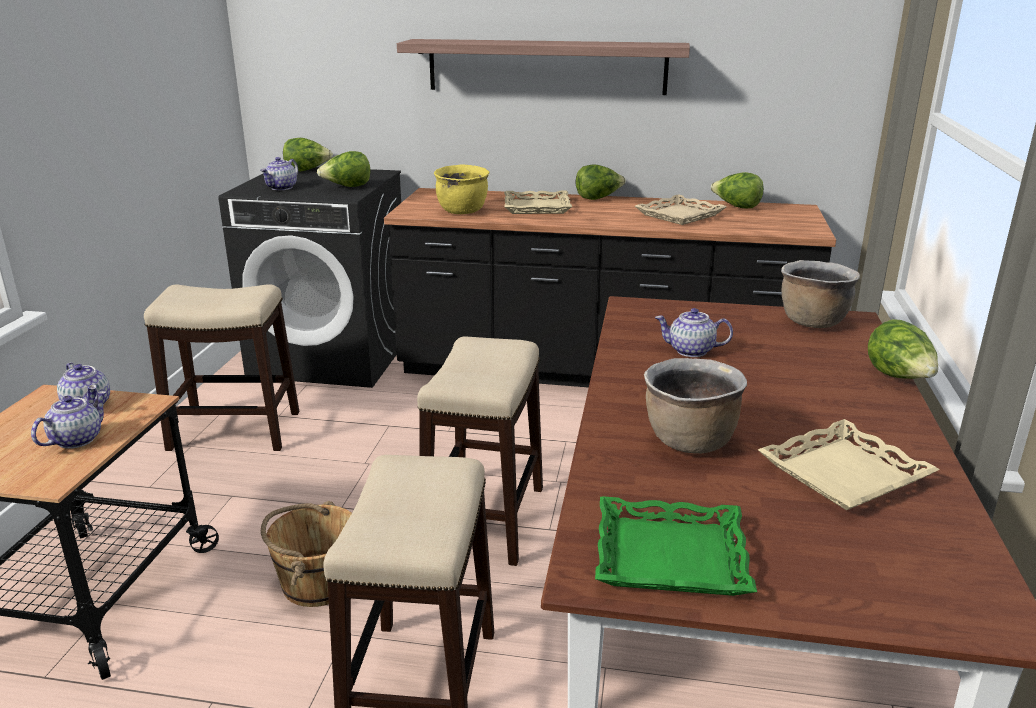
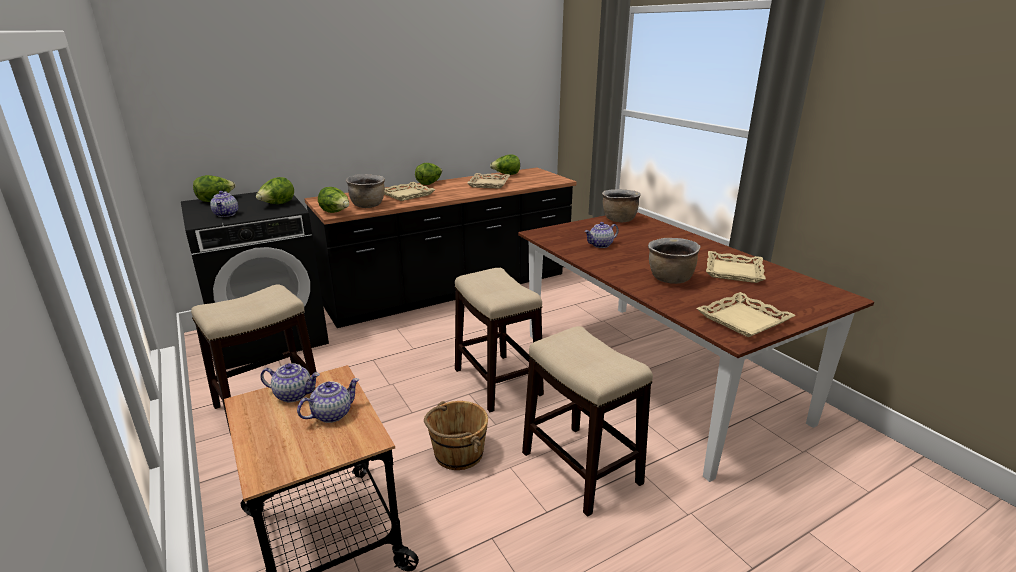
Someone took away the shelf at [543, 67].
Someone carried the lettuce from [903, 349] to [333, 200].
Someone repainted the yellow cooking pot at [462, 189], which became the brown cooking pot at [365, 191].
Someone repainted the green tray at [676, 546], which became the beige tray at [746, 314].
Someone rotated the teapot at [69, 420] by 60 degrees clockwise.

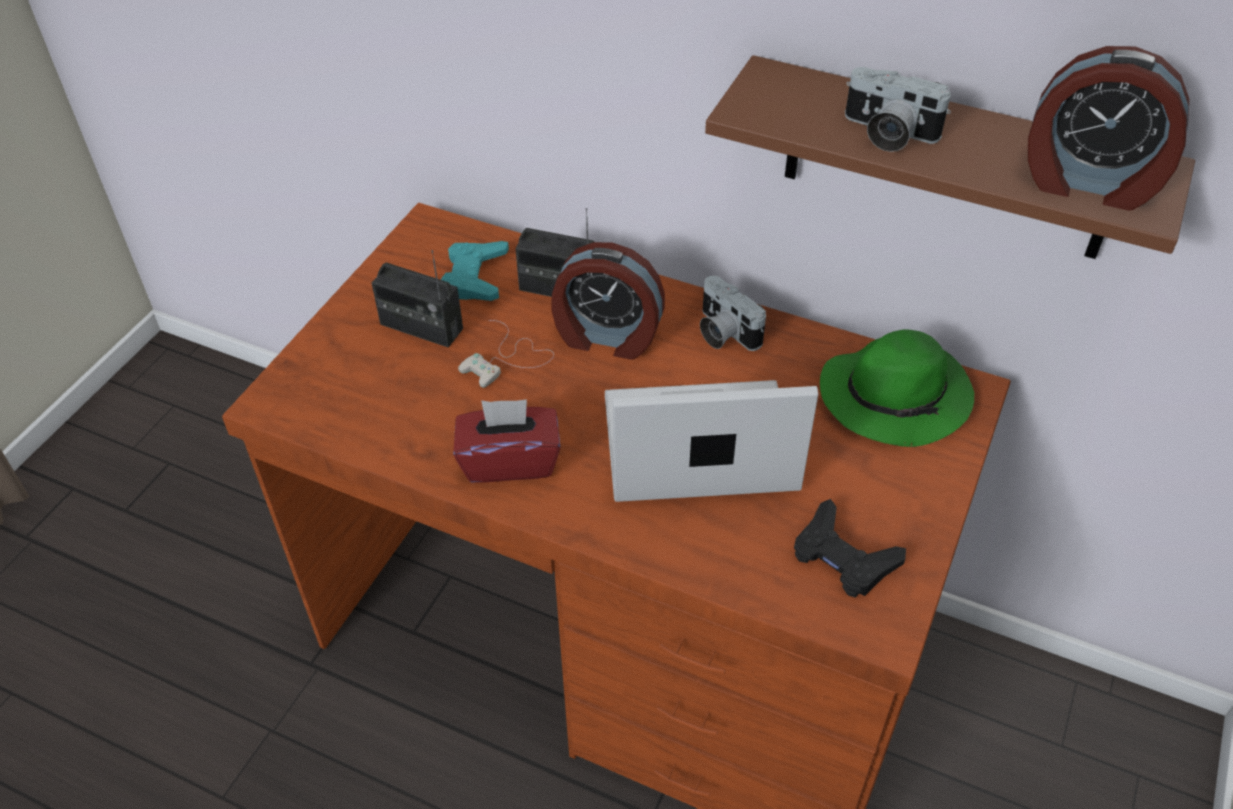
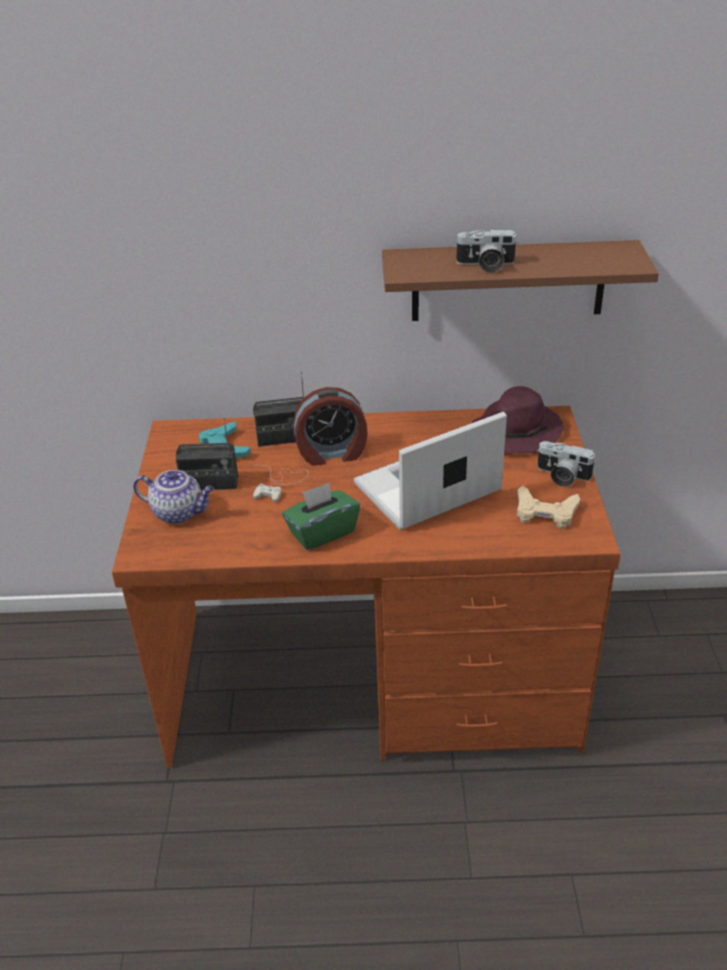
Someone took away the alarm clock at [1108, 128].
Someone put down the teapot at [173, 497].
Someone carried the photo camera from [733, 313] to [566, 464].
Someone repainted the red tissue box at [506, 441], which became the green tissue box at [321, 516].
Someone repainted the black game controller at [850, 548], which became the beige game controller at [548, 507].
Someone repainted the green hat at [897, 388], which became the purple hat at [518, 419].

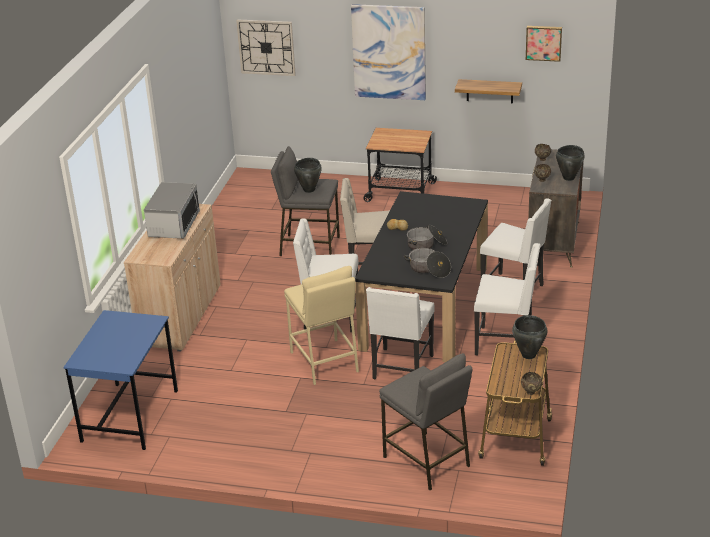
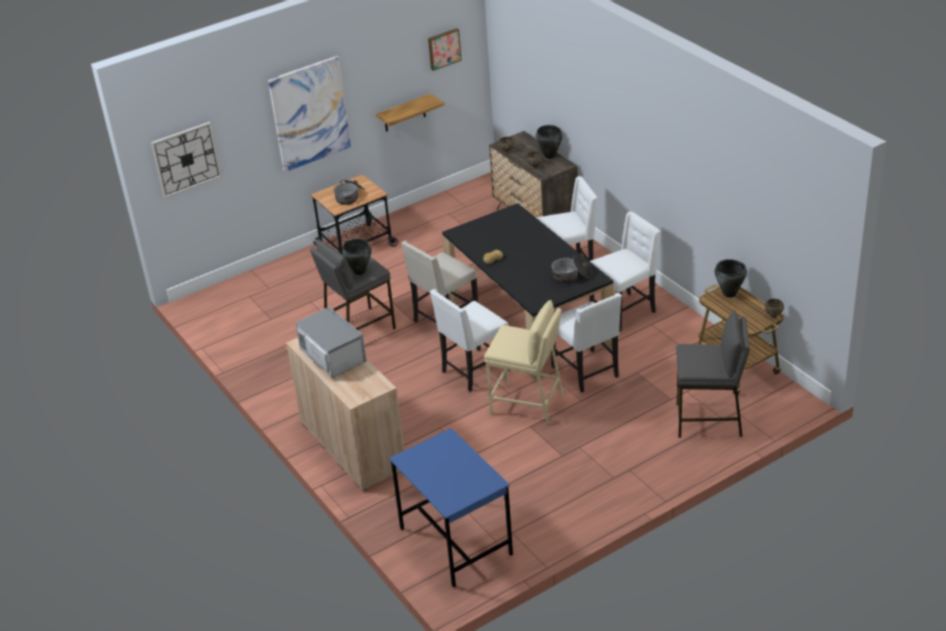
Someone carried the cooking pot from [427, 237] to [349, 192].

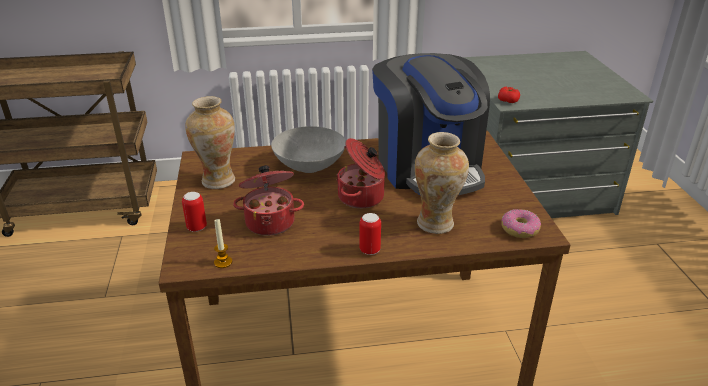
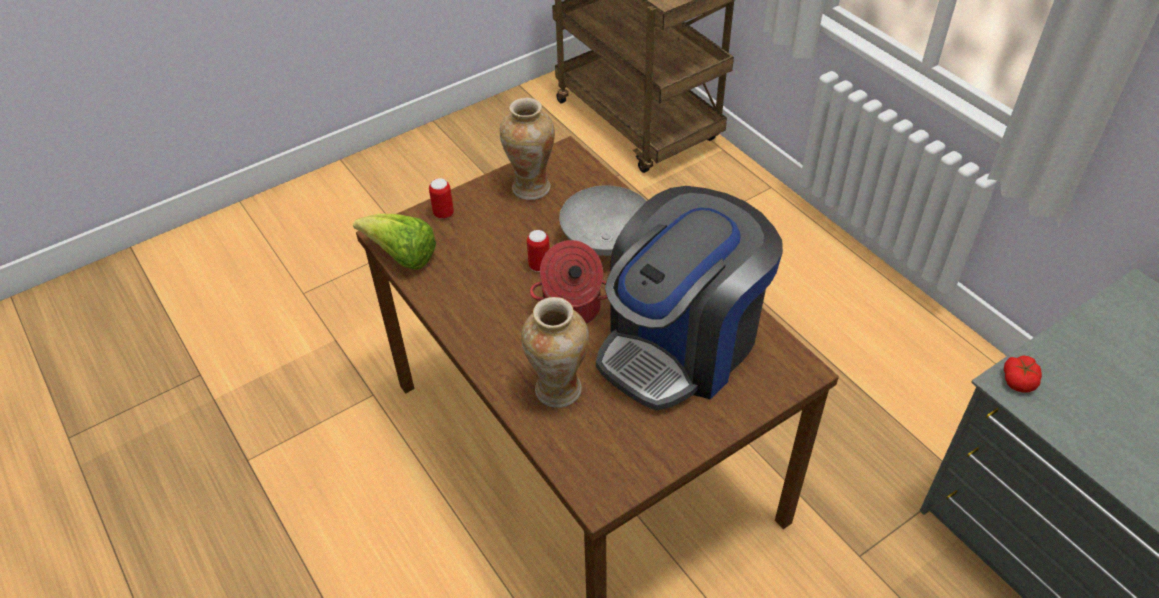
Someone took away the cooking pot at [268, 200].
Someone took away the donut at [521, 223].
Someone carried the can from [370, 234] to [538, 251].
Someone swapped the candle at [223, 243] for the lettuce at [394, 242].

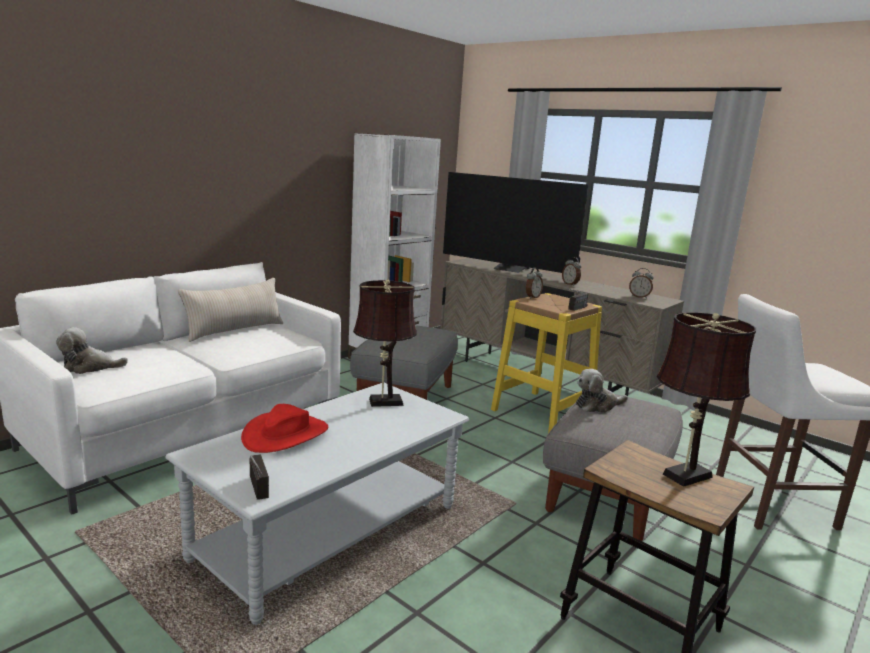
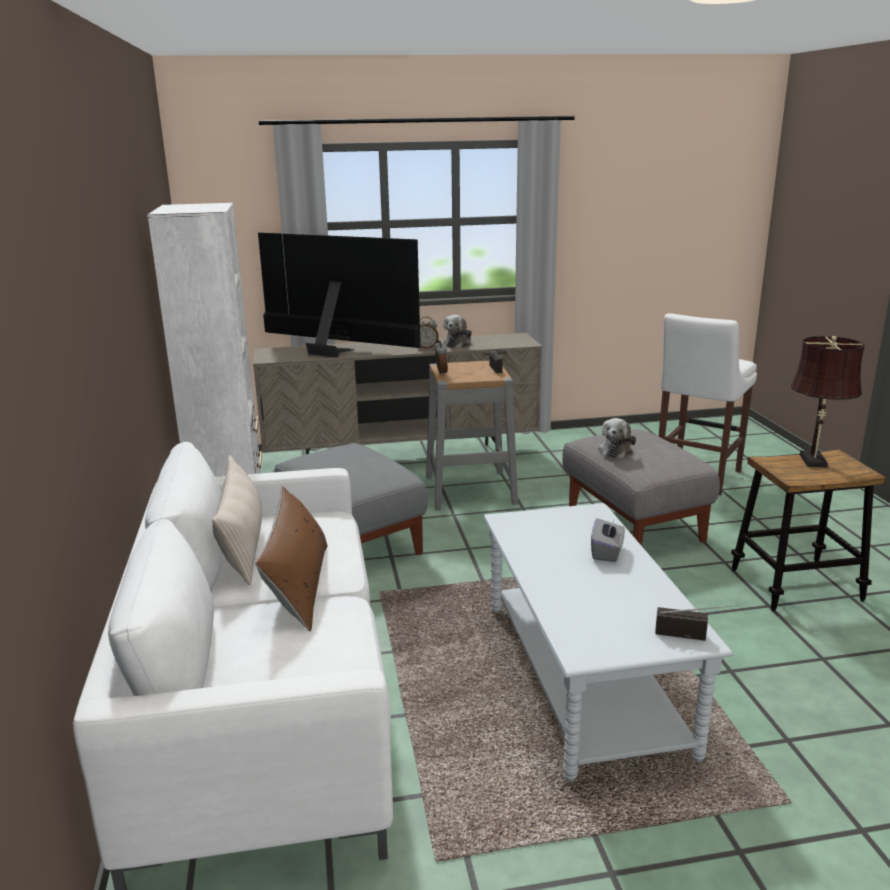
Someone took away the red hat at [284, 428].
Someone took away the brown table lamp at [385, 343].
Someone took away the alarm clock at [641, 283].
Someone put down the brown pillow at [291, 559].
Someone put down the grey tissue box at [608, 539].
Someone carried the plush toy from [92, 350] to [457, 331].
Someone repainted the yellow stool at [546, 363], which became the grey stool at [472, 435].
Someone rotated the television at [515, 222] by 135 degrees counterclockwise.

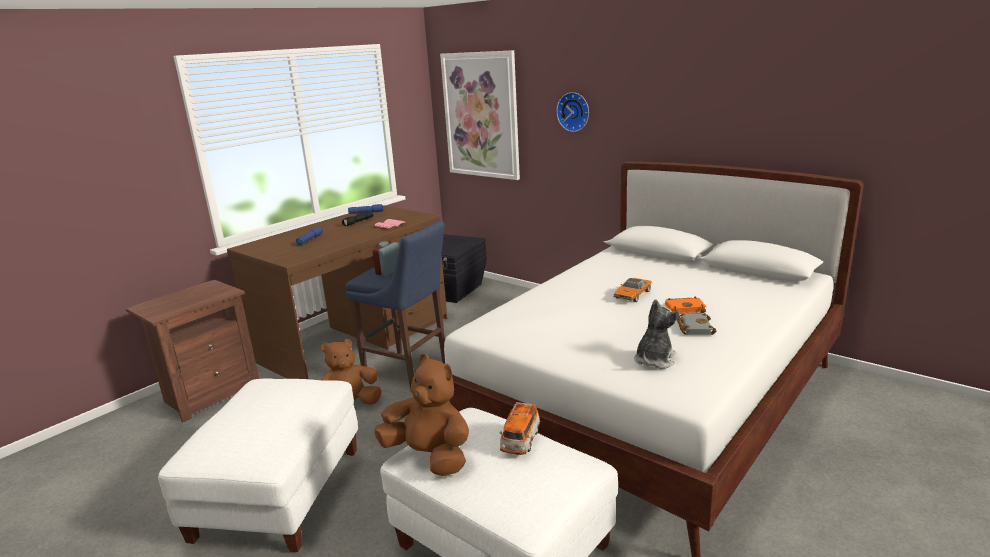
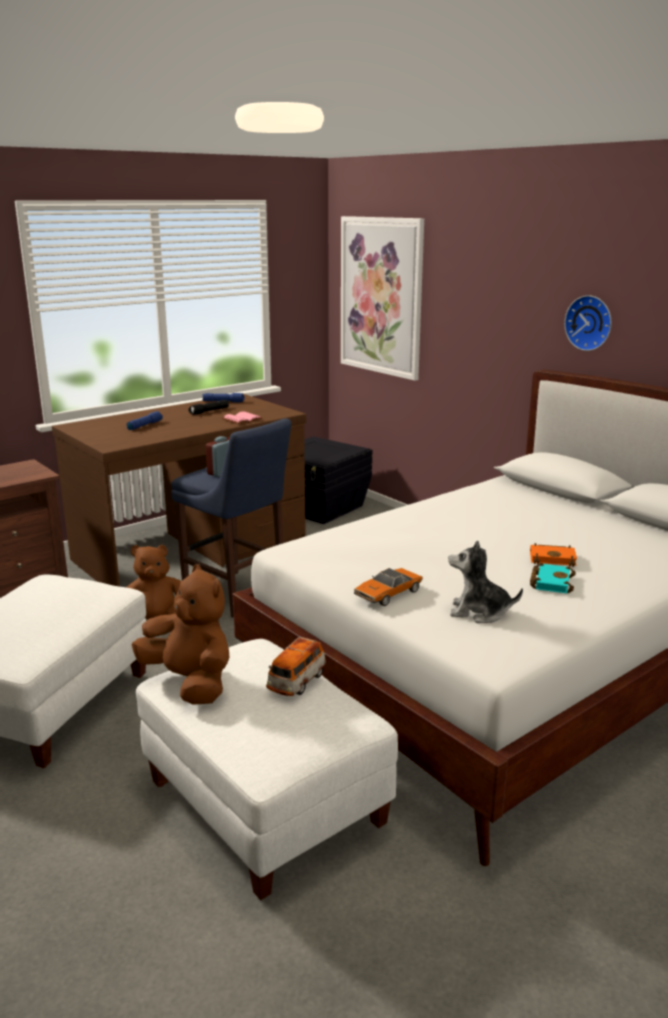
Someone carried the wall clock from [572, 112] to [588, 323].
Someone carried the toy car from [632, 290] to [388, 587].
Someone repainted the grey book at [697, 324], which became the turquoise book at [553, 578].
Someone rotated the plush toy at [656, 334] by 120 degrees counterclockwise.

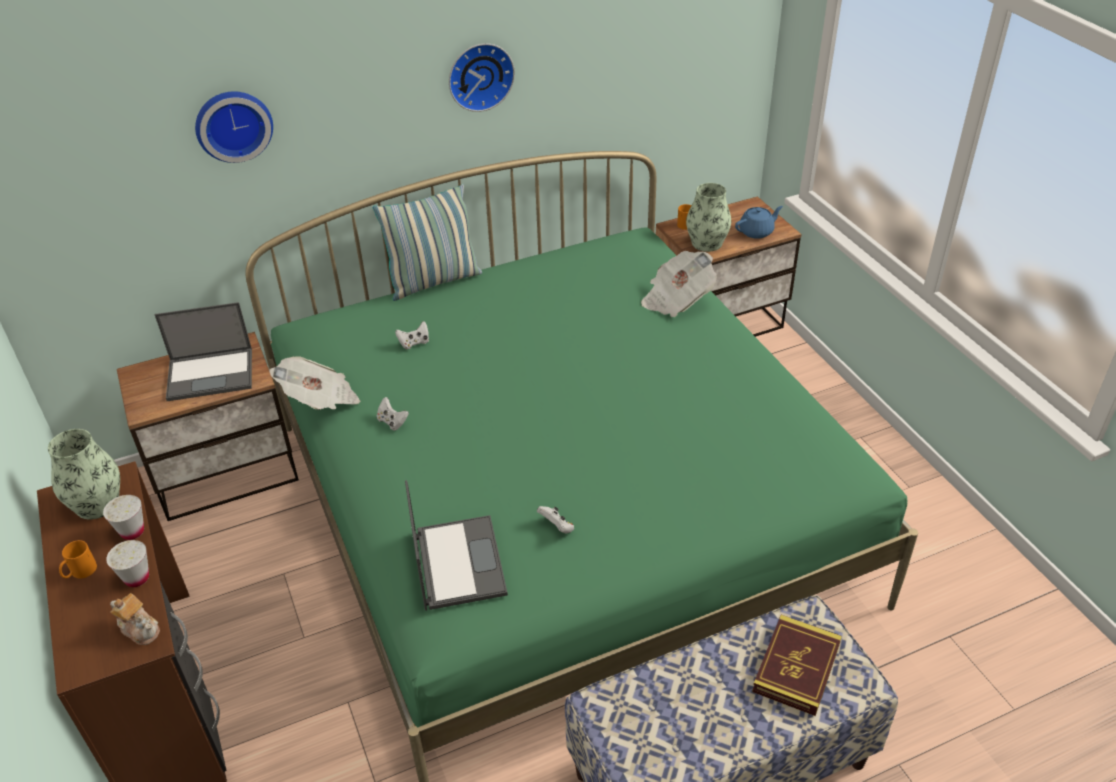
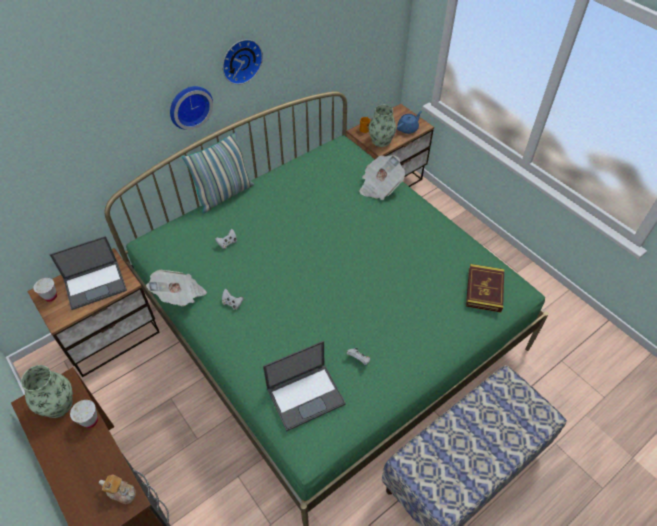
Someone took away the orange mug at [78, 559].
Someone carried the white cup from [127, 563] to [45, 290].
Someone carried the wall clock from [234, 127] to [191, 108].
Someone carried the book from [797, 665] to [485, 288].
Someone rotated the laptop at [456, 545] by 90 degrees clockwise.

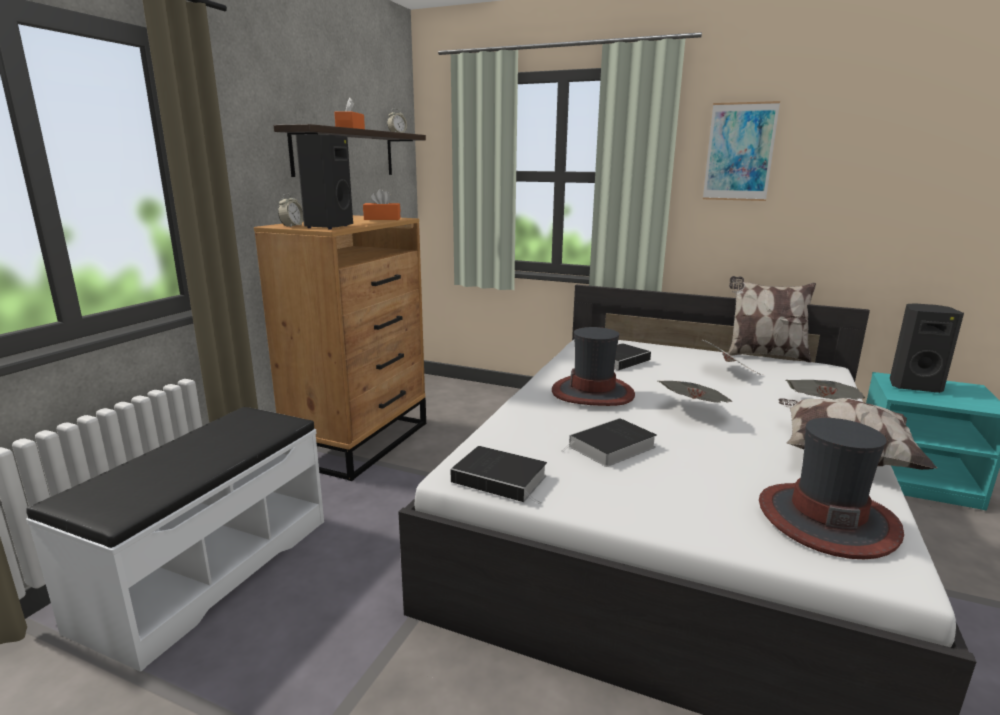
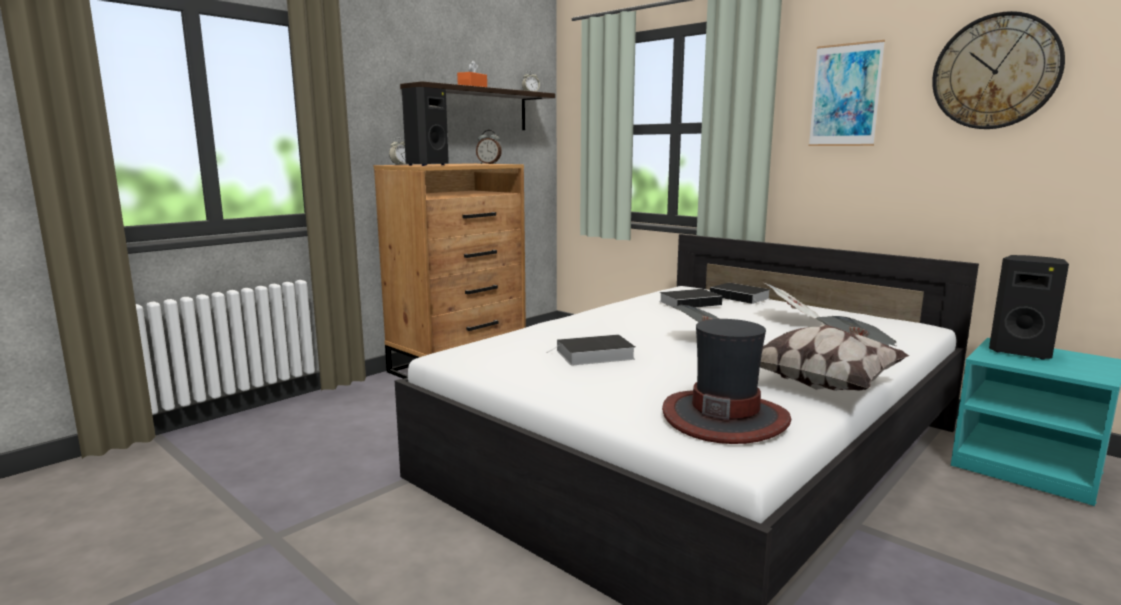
Someone took away the white bench at [175, 539].
Someone took away the hat at [593, 366].
Someone took away the pillow at [772, 319].
Someone put up the wall clock at [998, 70].
Someone carried the book from [499, 475] to [740, 294].
Someone swapped the orange tissue box at [382, 204] for the alarm clock at [489, 147].

